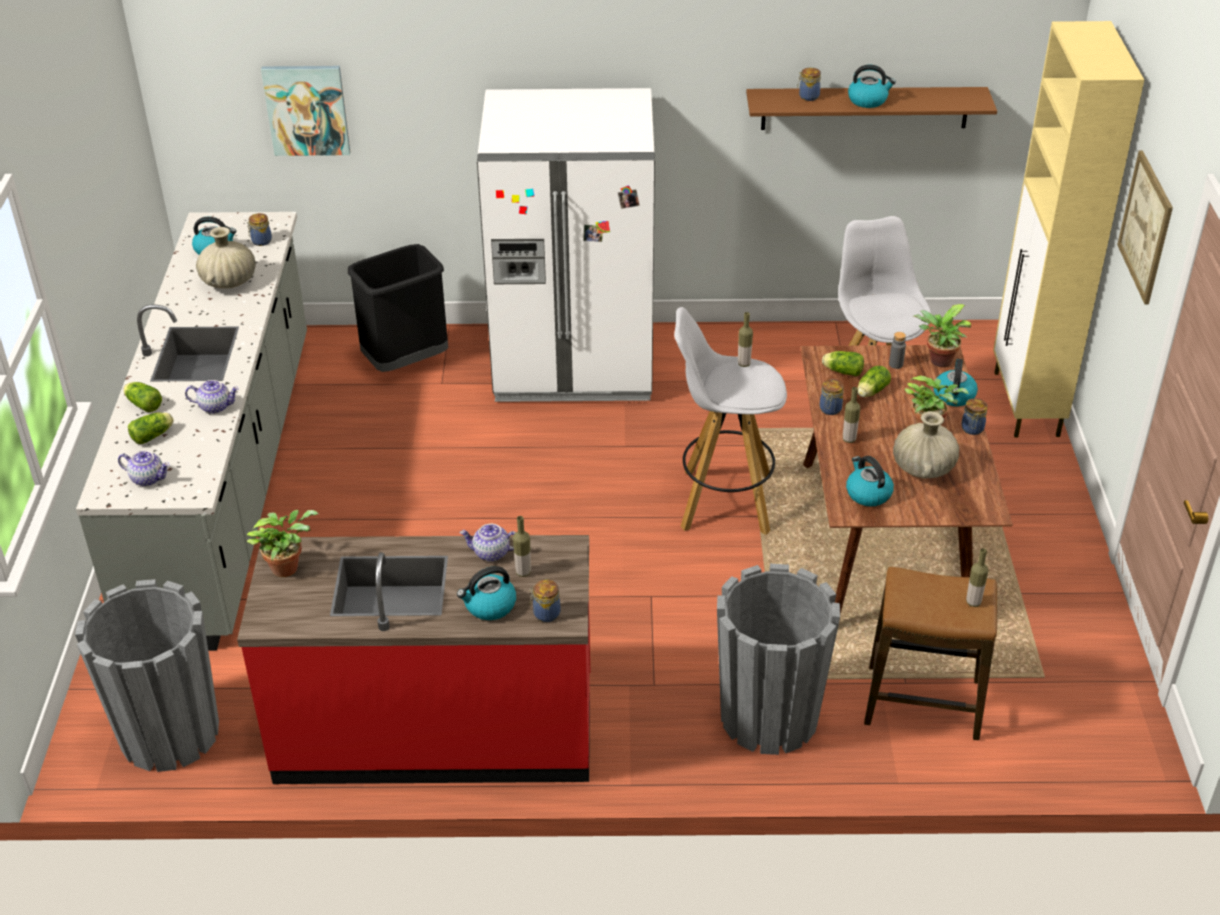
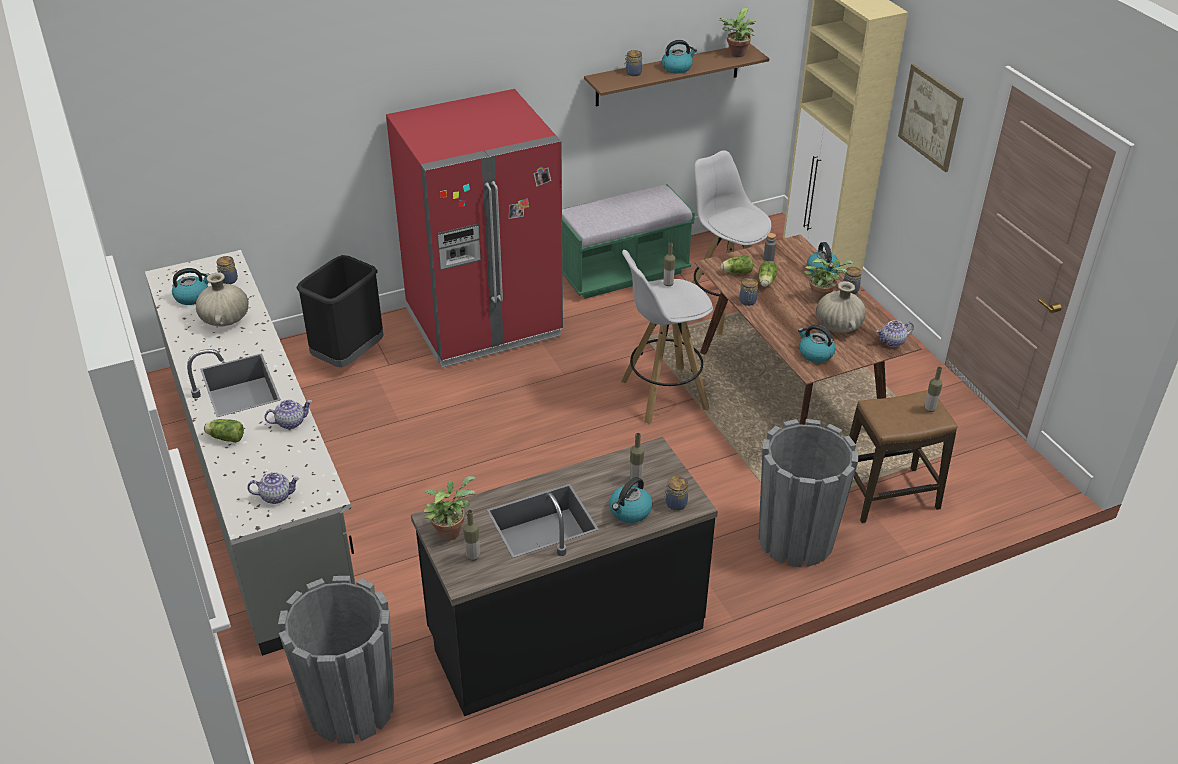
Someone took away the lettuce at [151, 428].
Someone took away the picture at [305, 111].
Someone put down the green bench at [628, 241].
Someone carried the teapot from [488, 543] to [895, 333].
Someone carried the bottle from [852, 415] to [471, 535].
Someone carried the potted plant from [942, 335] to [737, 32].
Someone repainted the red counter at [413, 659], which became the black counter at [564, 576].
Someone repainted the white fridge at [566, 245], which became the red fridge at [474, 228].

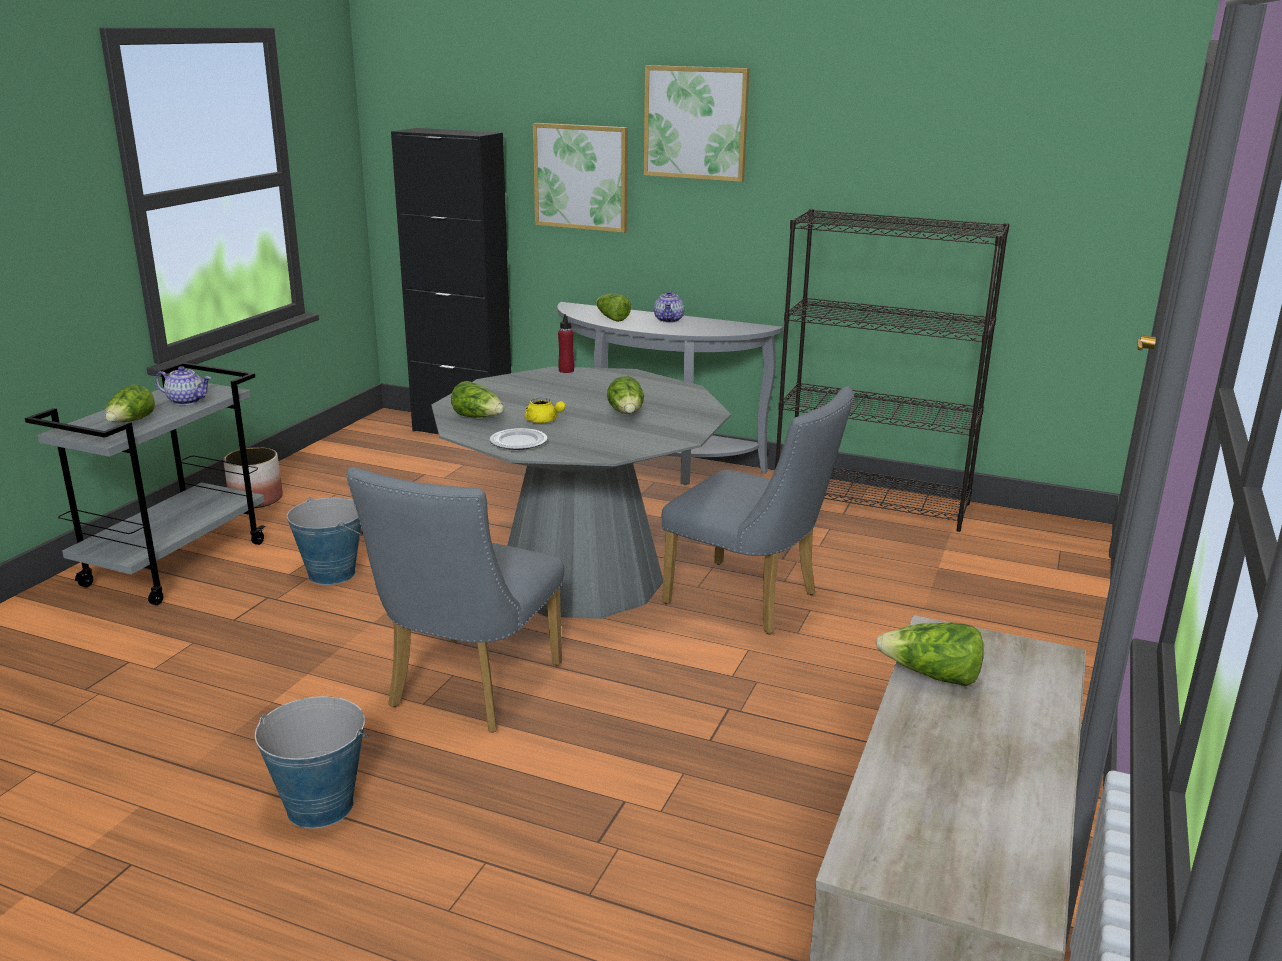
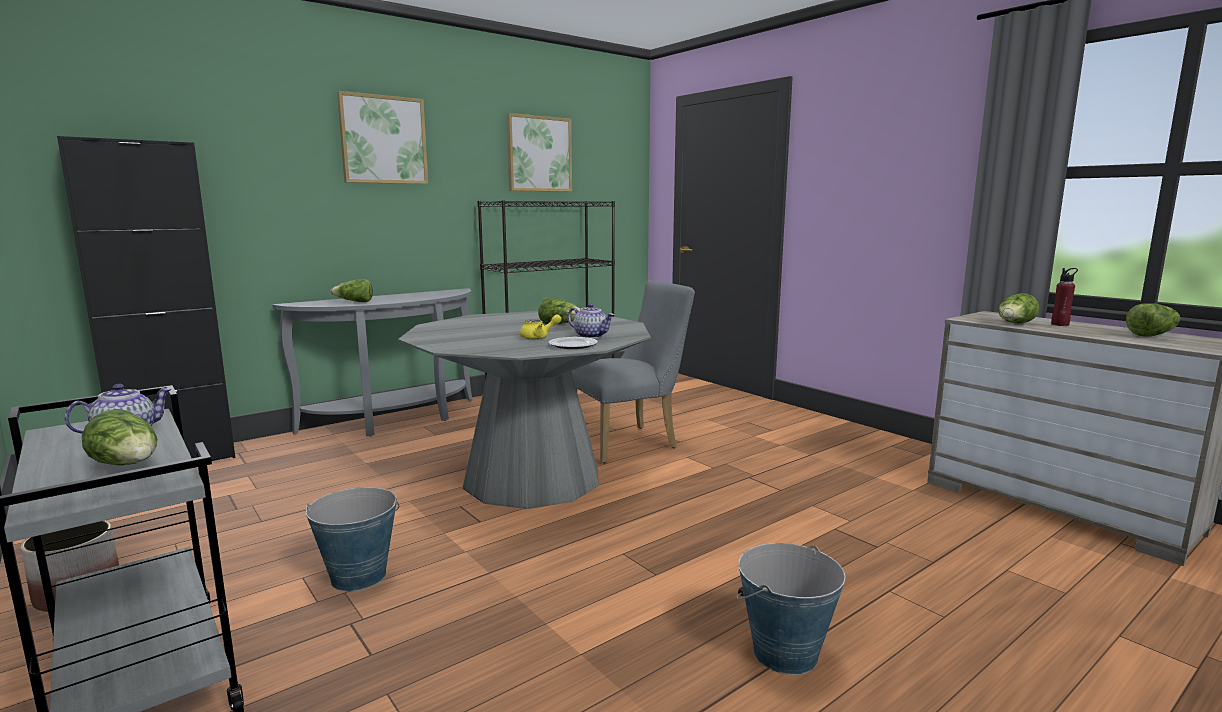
Someone took away the grey chair at [455, 600].
Someone carried the lettuce from [477, 399] to [1153, 320].
Someone carried the picture from [580, 178] to [539, 152].
Someone carried the red bottle from [566, 343] to [1064, 297].
Someone carried the teapot from [669, 307] to [591, 320].

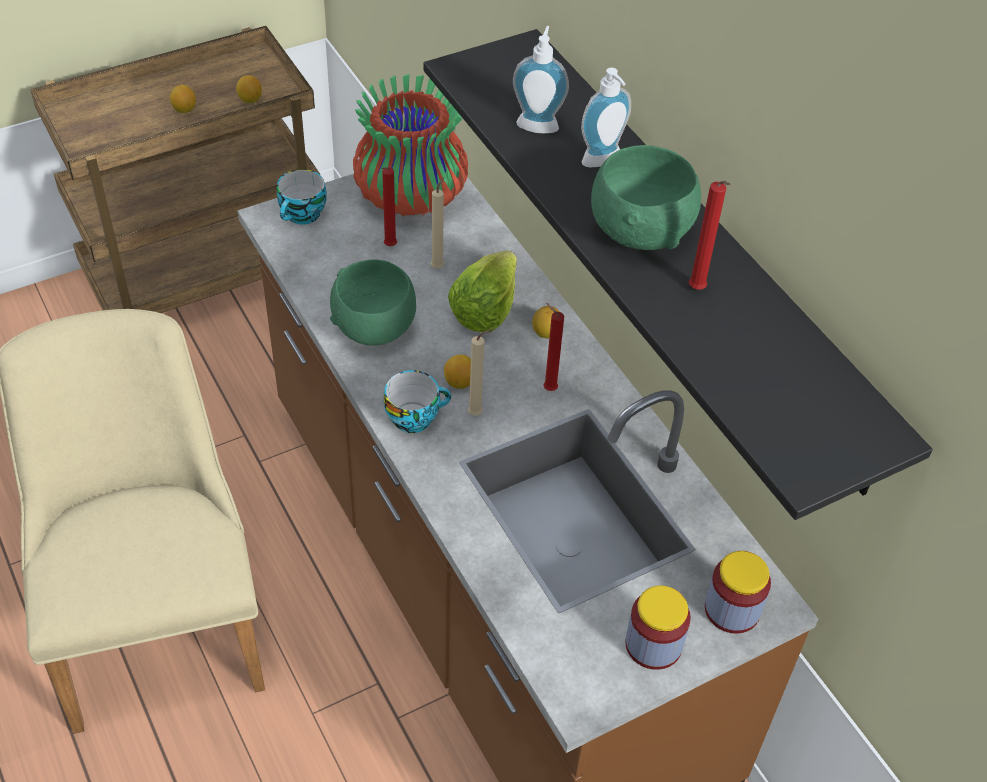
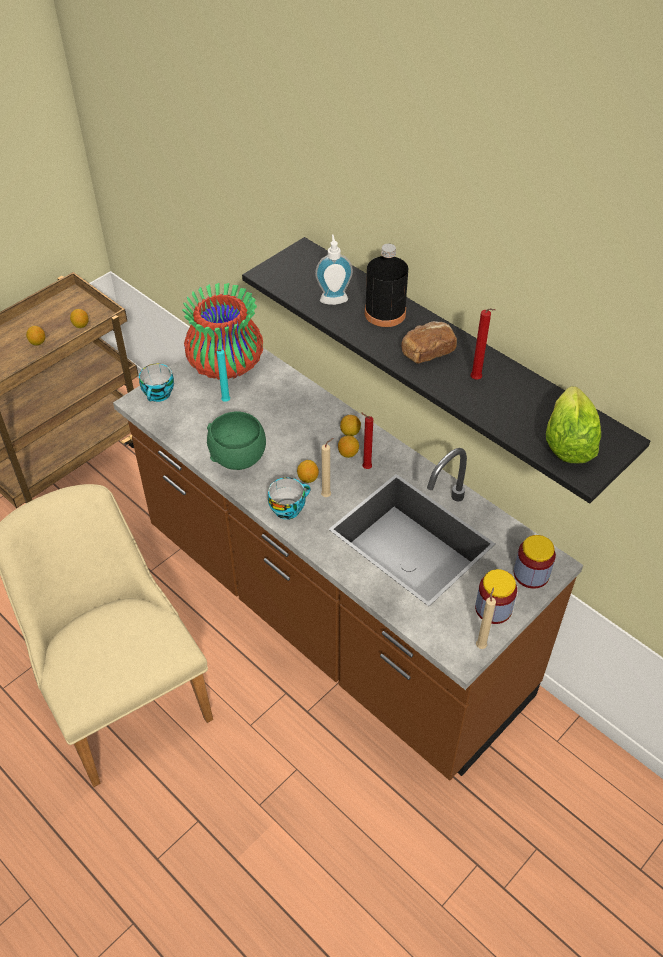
Someone put down the lemon at [348, 446].
Someone carried the beige candle from [437, 222] to [486, 618].
Someone carried the lettuce from [482, 291] to [573, 425].
Someone swapped the soap dispenser at [606, 118] for the black bottle at [386, 285].
Someone swapped the green bowl at [646, 197] for the bread at [429, 342].
Someone repainted the red candle at [389, 206], which became the turquoise candle at [223, 375].

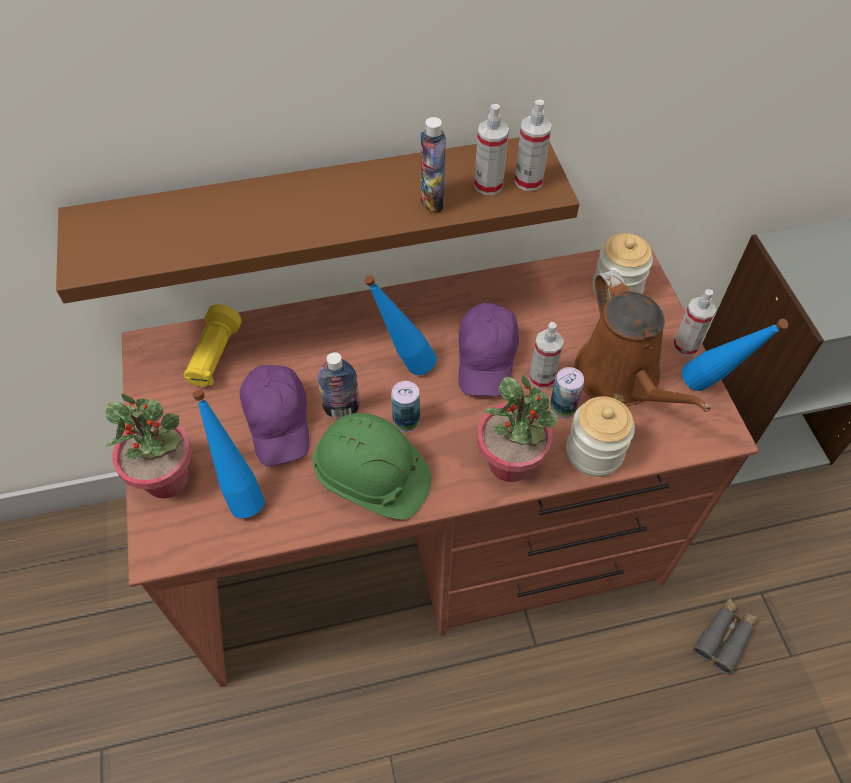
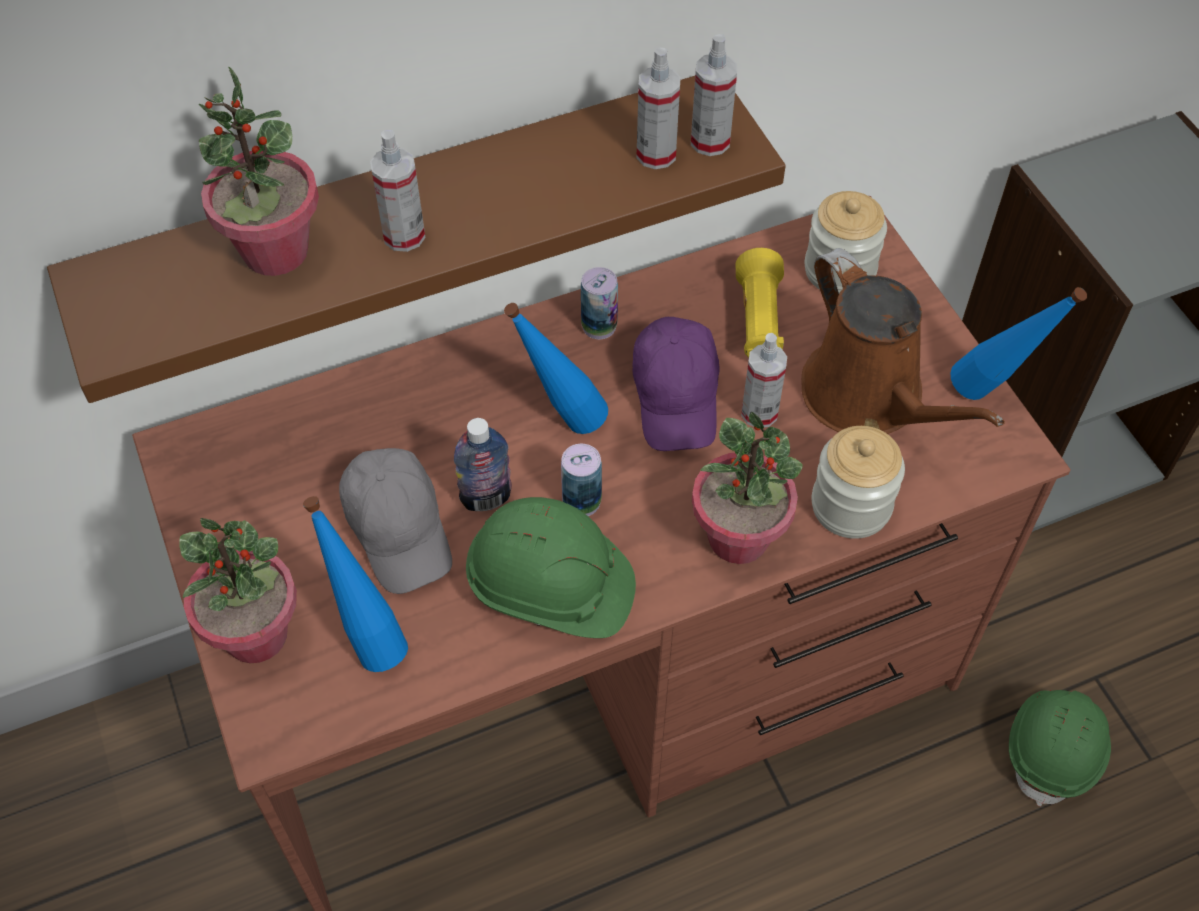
Someone took away the bottle at [433, 165].
Someone put down the potted plant at [259, 171].
Someone carried the yellow flashlight from [213, 345] to [760, 302].
Someone carried the can from [567, 393] to [599, 303].
Someone carried the spray bottle from [694, 322] to [397, 191].
Someone swapped the grey binoculars at [725, 636] for the green hard hat at [1060, 748].
Someone repainted the purple cap at [275, 415], which became the grey cap at [395, 521].

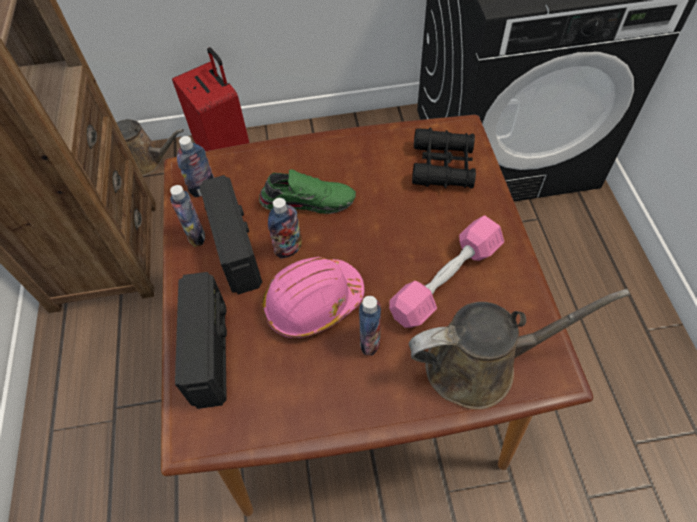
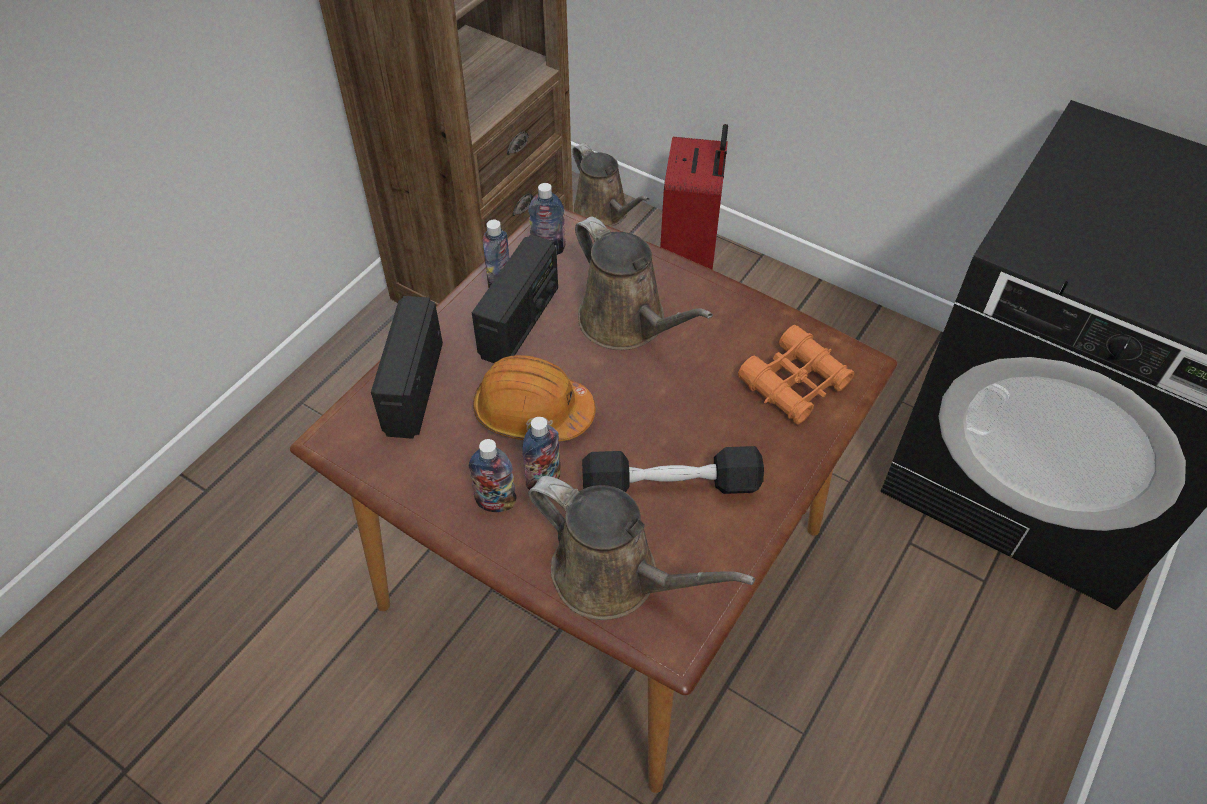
Someone carried the bottle from [285, 228] to [492, 475].
Someone swapped the green shoe at [307, 191] for the brown watering can at [644, 283].
Someone repainted the pink hard hat at [313, 297], which became the orange hard hat at [534, 398].
Someone repainted the pink dumbbell at [446, 271], which became the black dumbbell at [673, 470].
Someone repainted the black binoculars at [444, 158], which became the orange binoculars at [796, 375].
Someone rotated the radio at [201, 340] by 150 degrees clockwise.

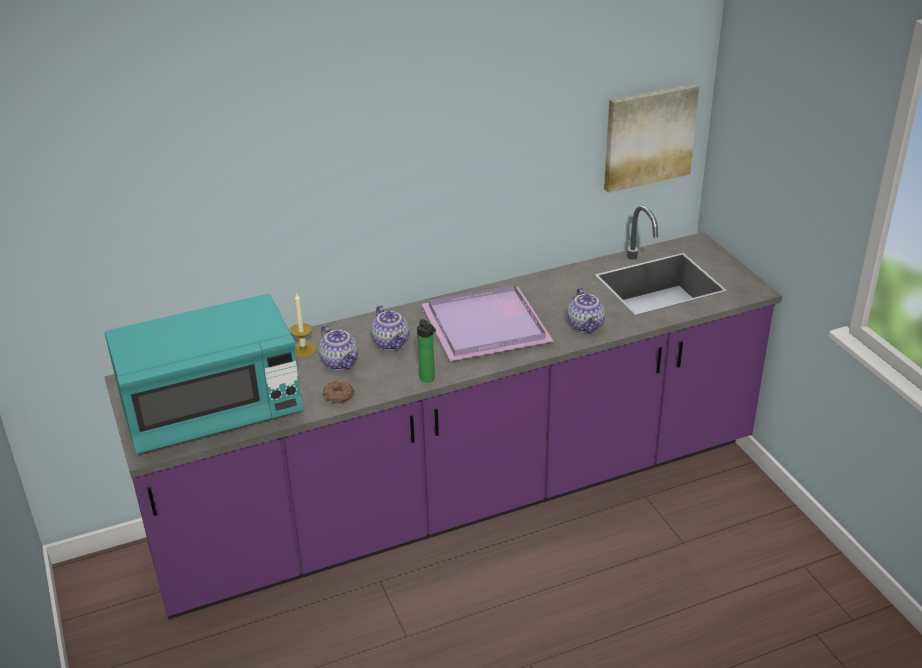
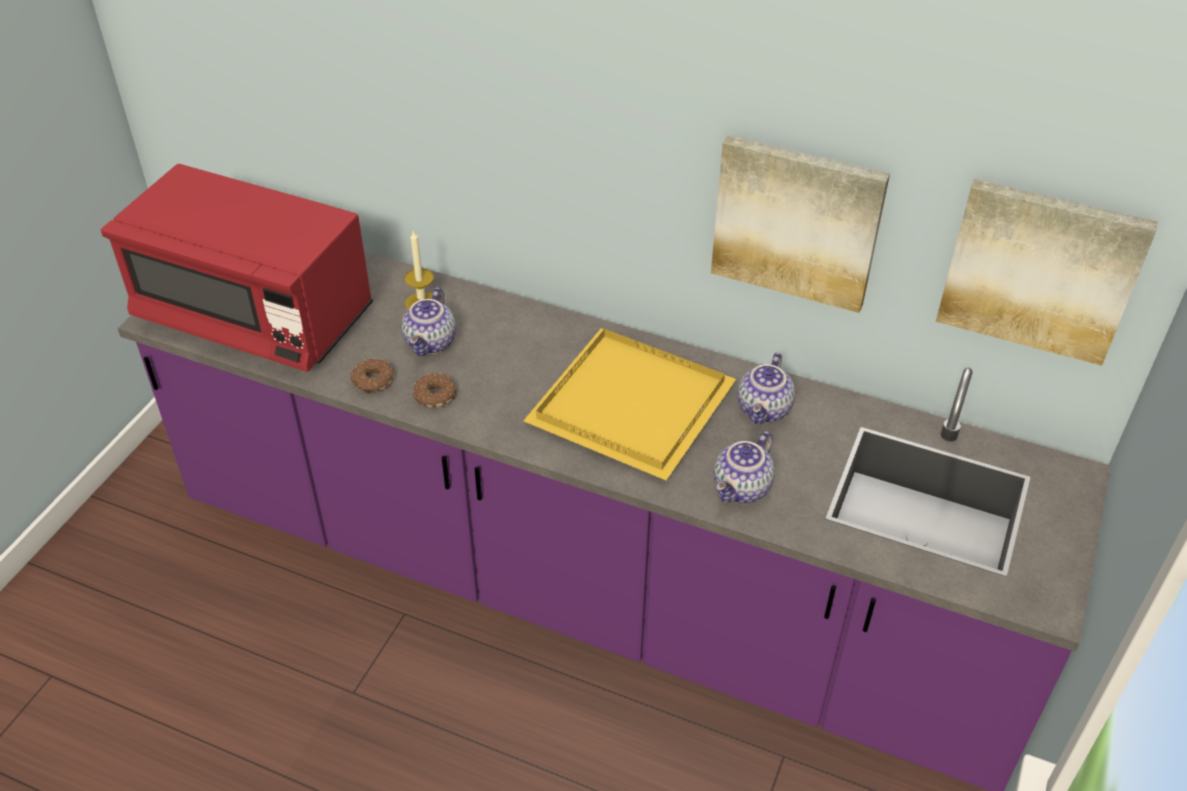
Someone took away the bottle at [426, 350].
Someone put down the donut at [435, 390].
Someone put up the picture at [800, 224].
Someone carried the teapot from [390, 327] to [766, 388].
Someone repainted the turquoise microwave at [204, 374], which became the red microwave at [237, 268].
Someone repainted the purple tray at [487, 323], which became the yellow tray at [630, 404].

